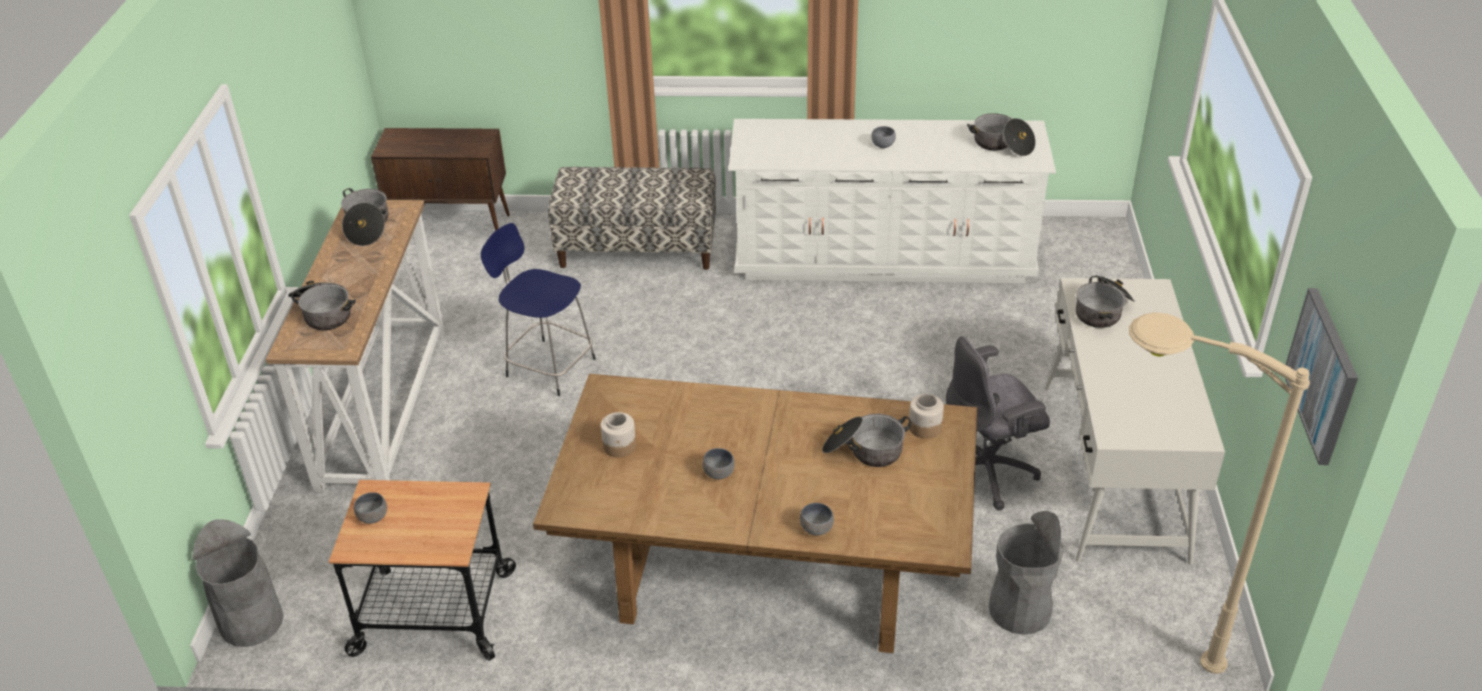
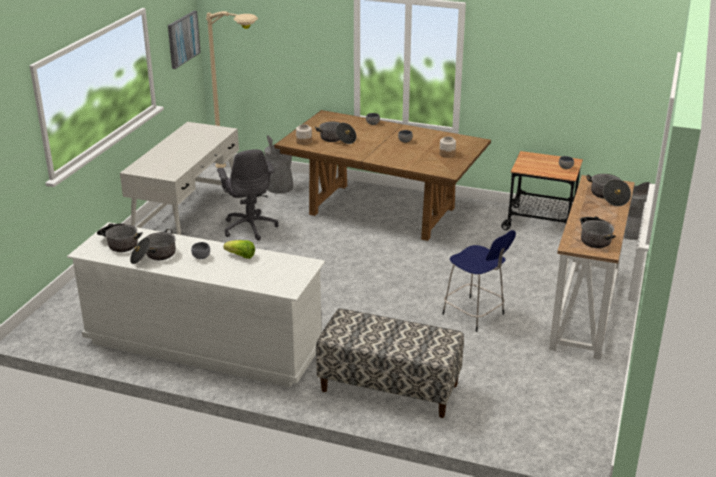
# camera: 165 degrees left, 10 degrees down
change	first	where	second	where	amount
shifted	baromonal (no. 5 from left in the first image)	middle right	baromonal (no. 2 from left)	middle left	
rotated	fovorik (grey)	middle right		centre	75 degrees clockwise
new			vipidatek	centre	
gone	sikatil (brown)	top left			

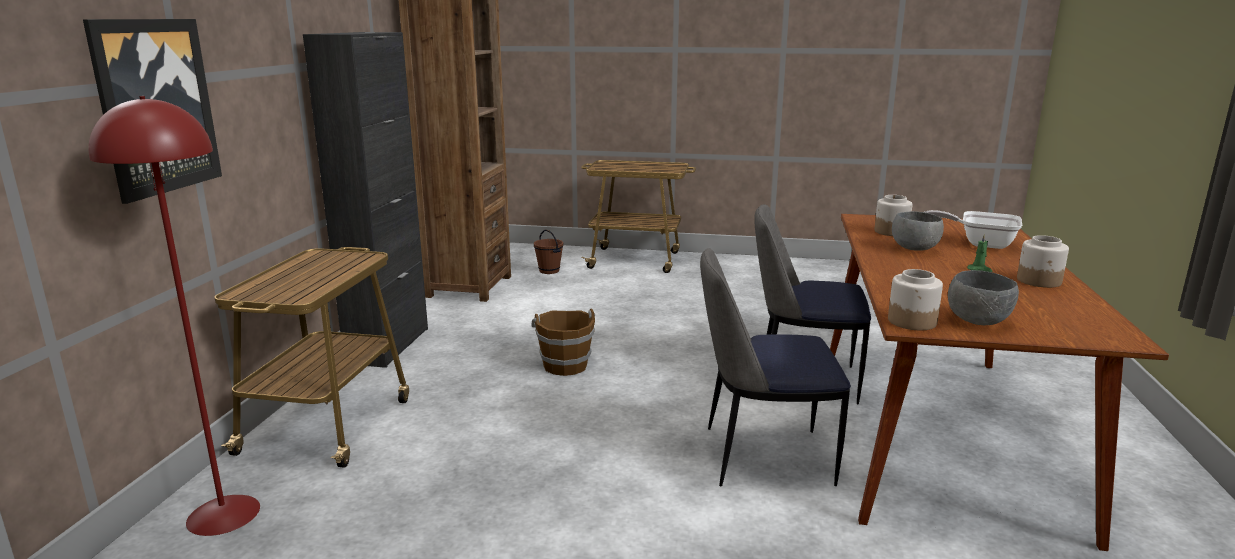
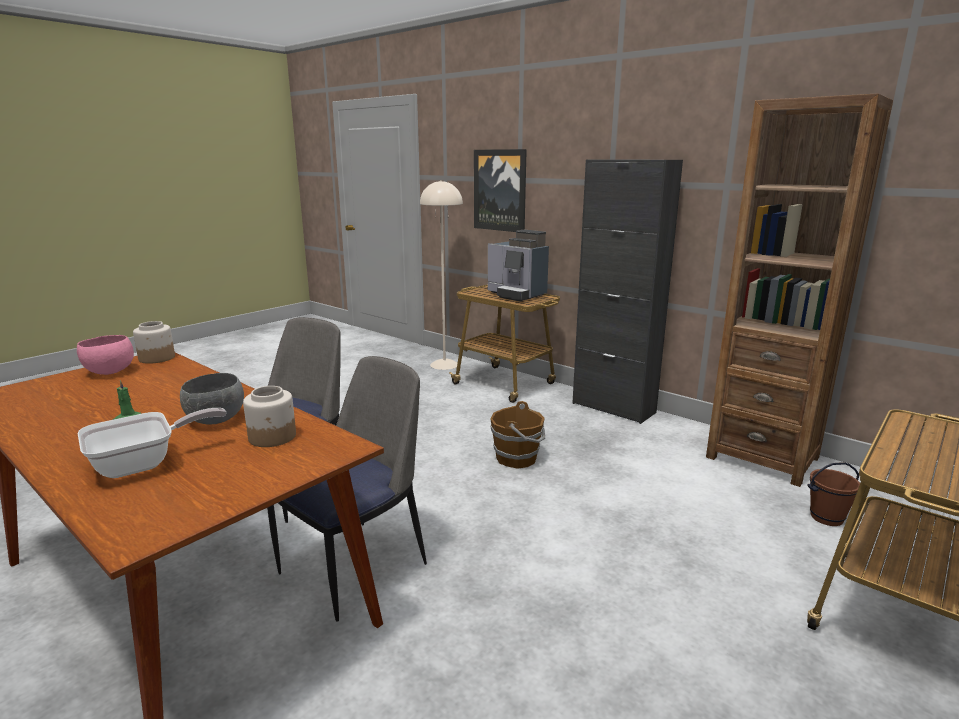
# camera: 120 degrees right, 0 degrees up
change	first	where	second	where	amount
repainted	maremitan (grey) (no. 2 from left)	middle right	maremitan (pink)	middle left	
repainted	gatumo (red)	middle left	gatumo (beige)	centre	
new			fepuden	centre	
gone	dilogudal (no. 3 from left)	middle right			

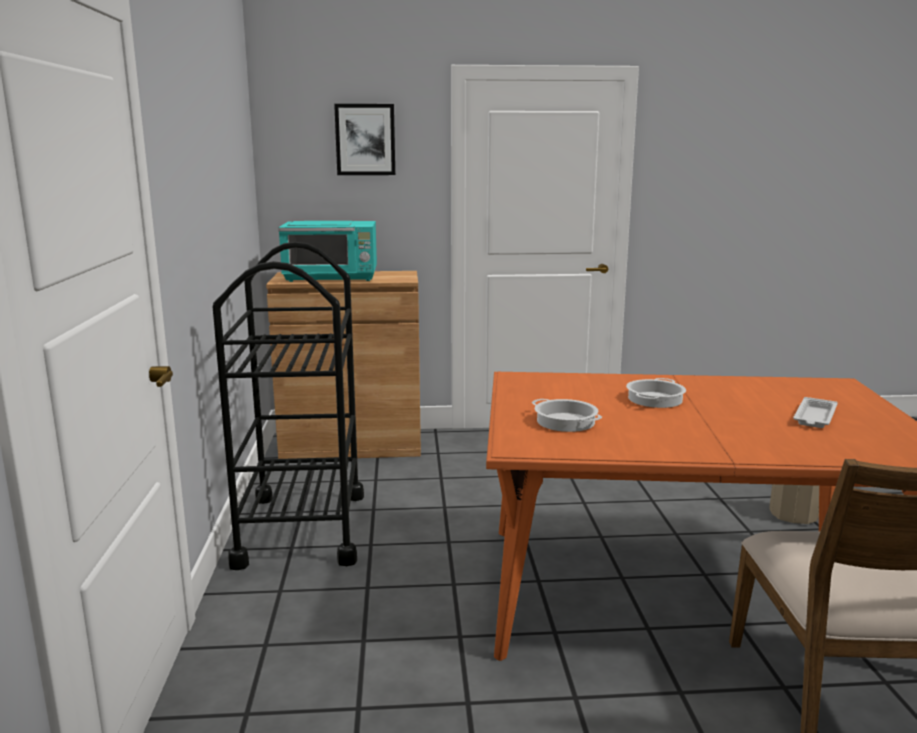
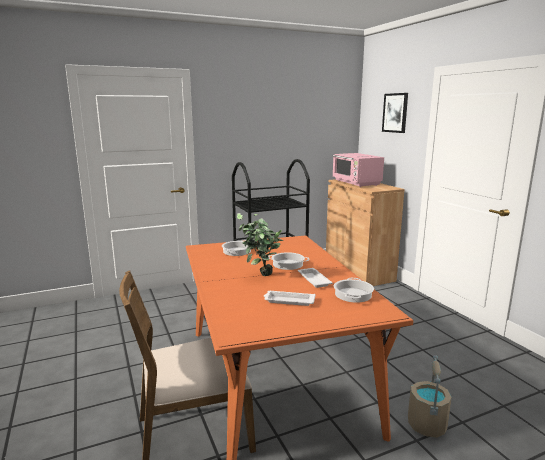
# camera: 70 degrees right, 0 degrees up
change	first	where	second	where	amount
new			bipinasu	centre	
new			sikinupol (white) (no. 2 from left)	centre	
repainted	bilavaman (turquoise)	centre	bilavaman (pink)	centre	
new			baromonal (no. 3 from left)	centre	

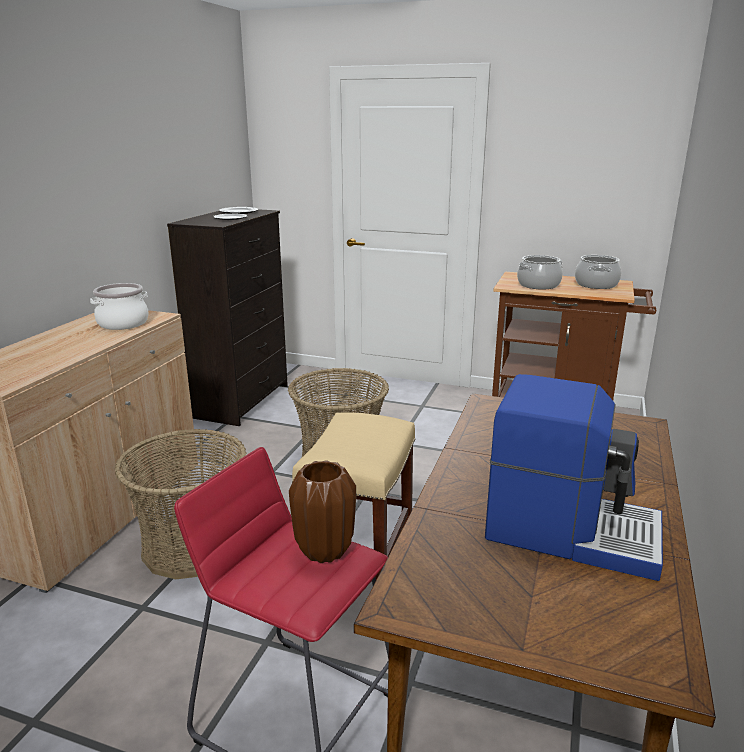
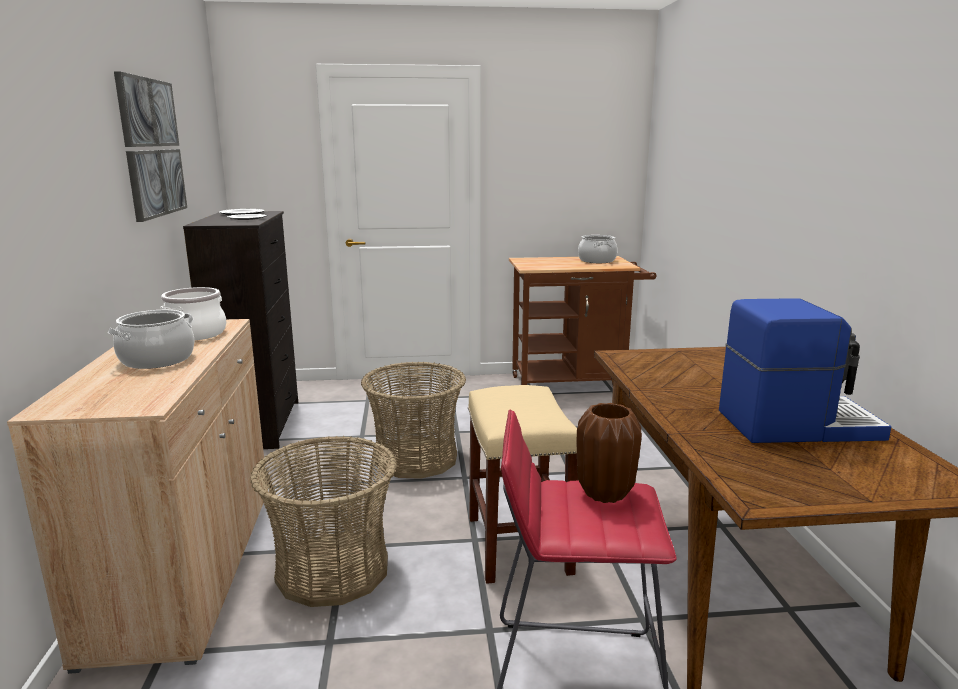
# camera: 25 degrees left, 5 degrees down
change	first	where	second	where	amount
shifted	baromonal (no. 2 from left in the first image)	middle right	baromonal (no. 1 from left)	middle left	
new			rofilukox	top left	

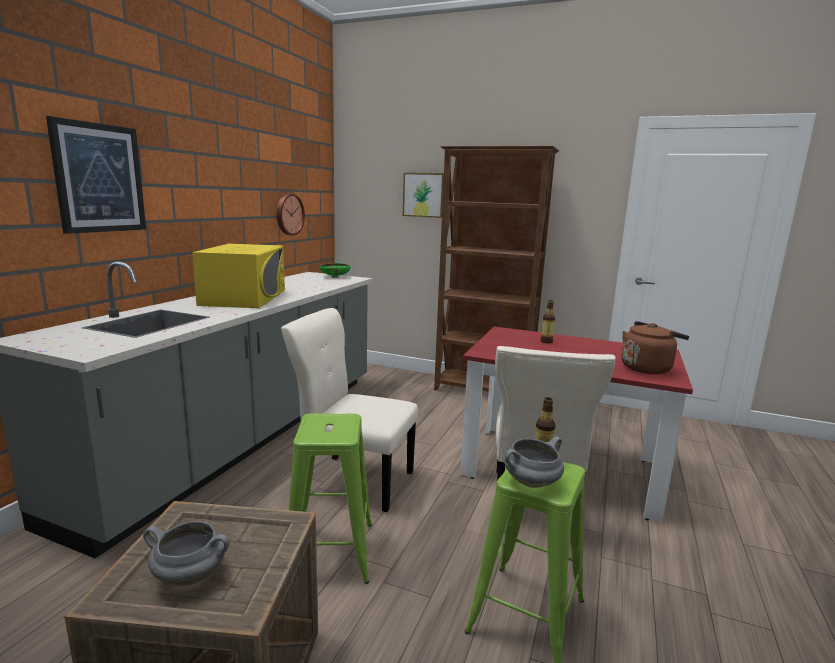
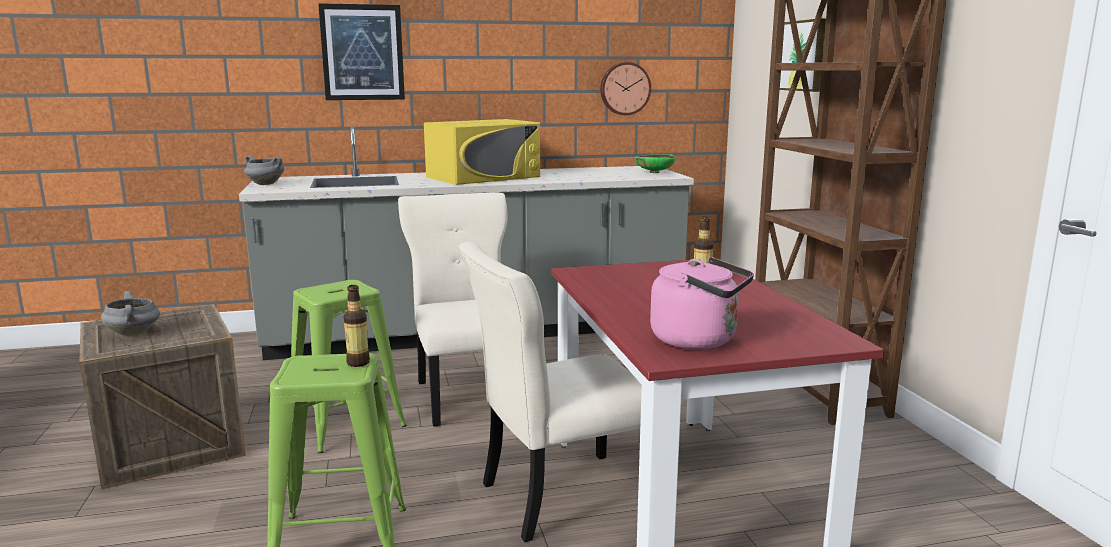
# camera: 55 degrees right, 0 degrees up
change	first	where	second	where	amount
shifted	baromonal (grey) (no. 2 from left)	bottom centre		top left	
repainted	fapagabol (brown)	middle right	fapagabol (pink)	centre	

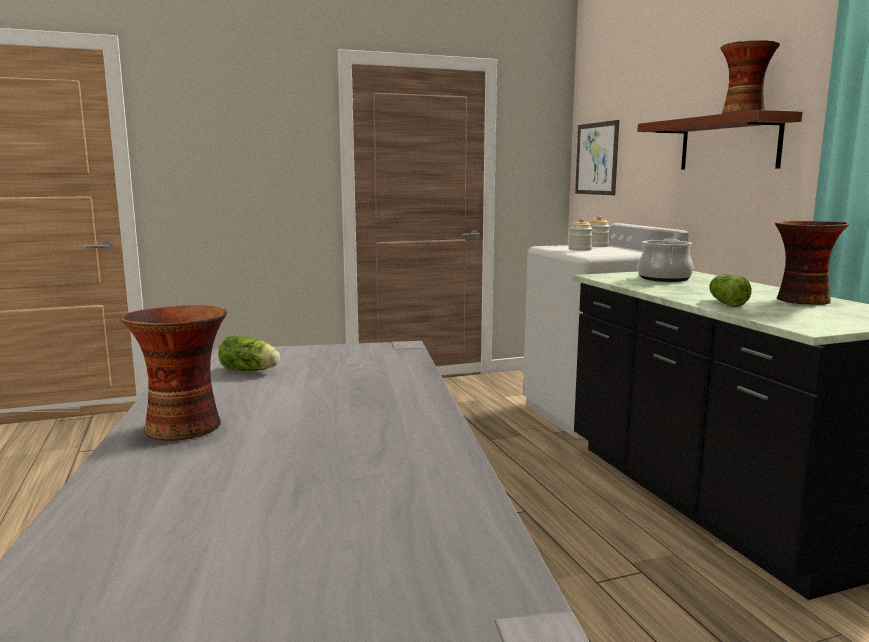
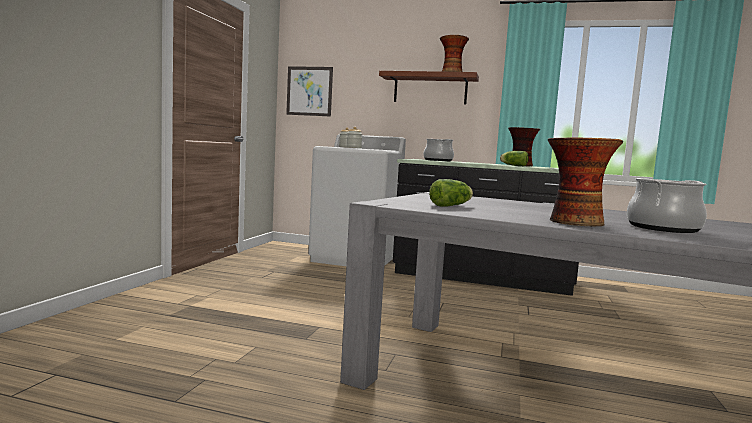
# camera: 55 degrees left, 5 degrees down
change	first	where	second	where	amount
new			baromonal (no. 2 from left)	middle right	

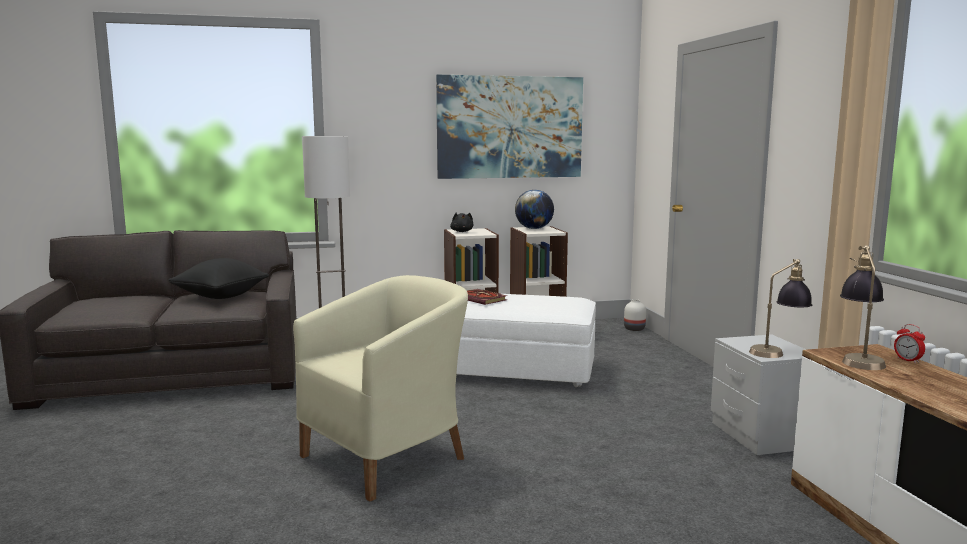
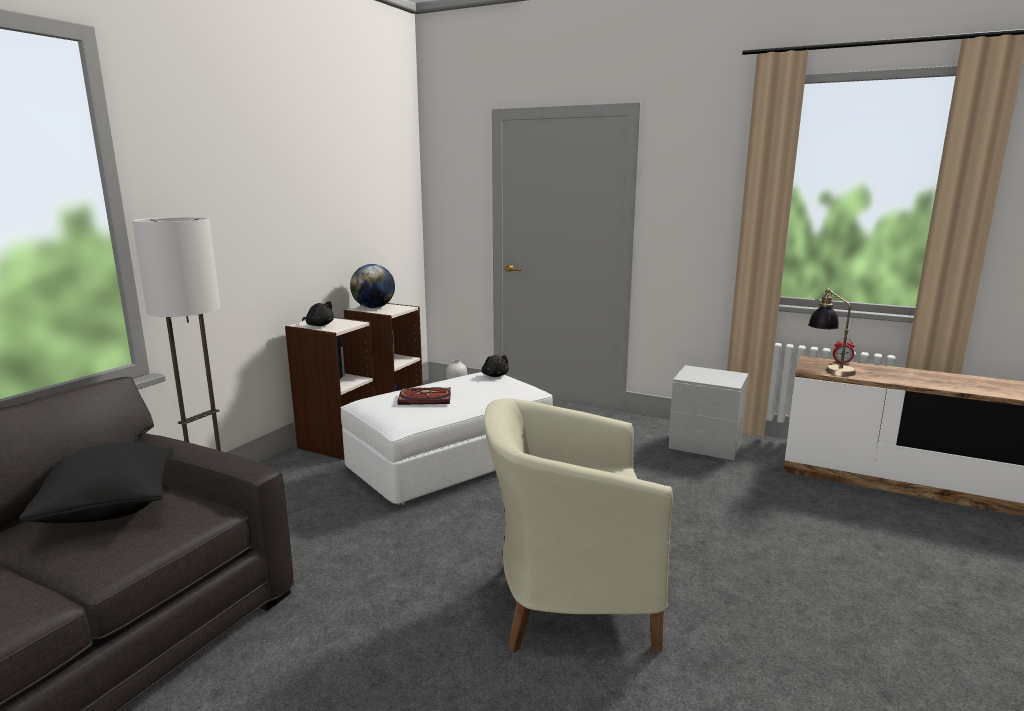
# camera: 50 degrees left, 5 degrees up
change	first	where	second	where	amount
new			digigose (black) (no. 2 from left)	centre	
rotated	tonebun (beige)	bottom centre		bottom centre	90 degrees counterclockwise
gone	rofilukox	top centre			
gone	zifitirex (no. 1 from left)	middle right			

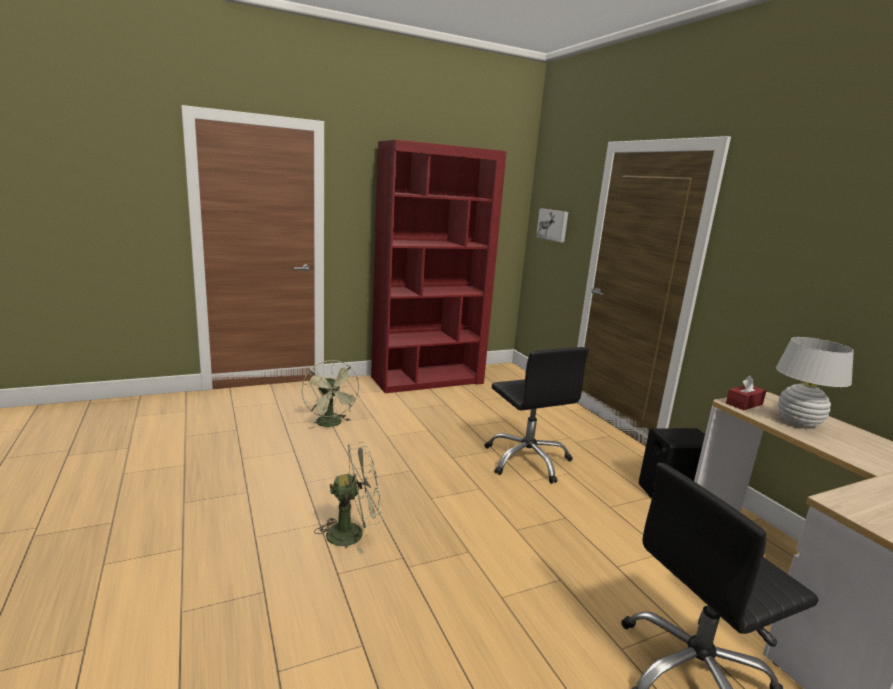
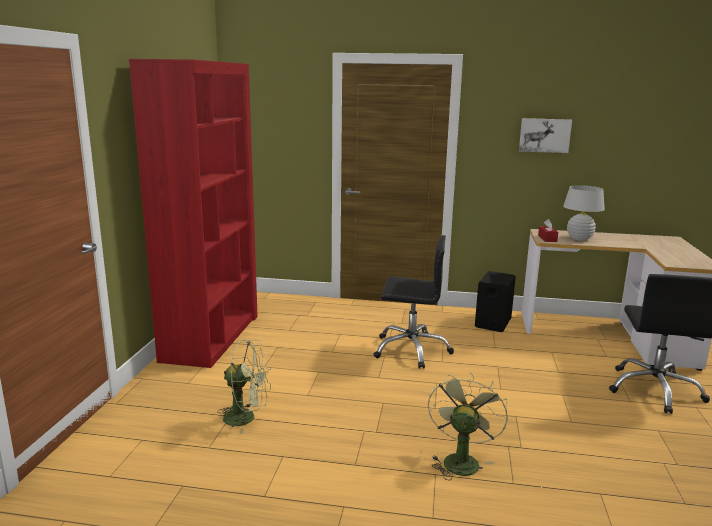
# camera: 55 degrees left, 0 degrees up
change	first	where	second	where	amount
shifted	rofilukox	top centre		top right	

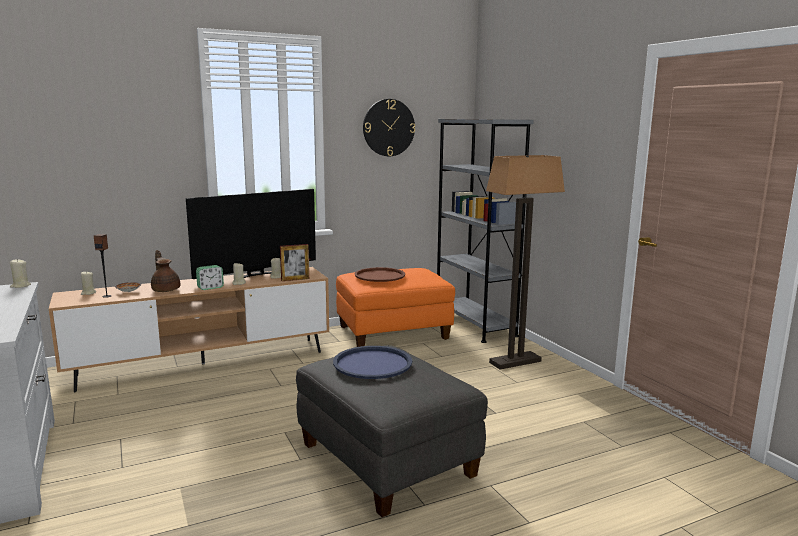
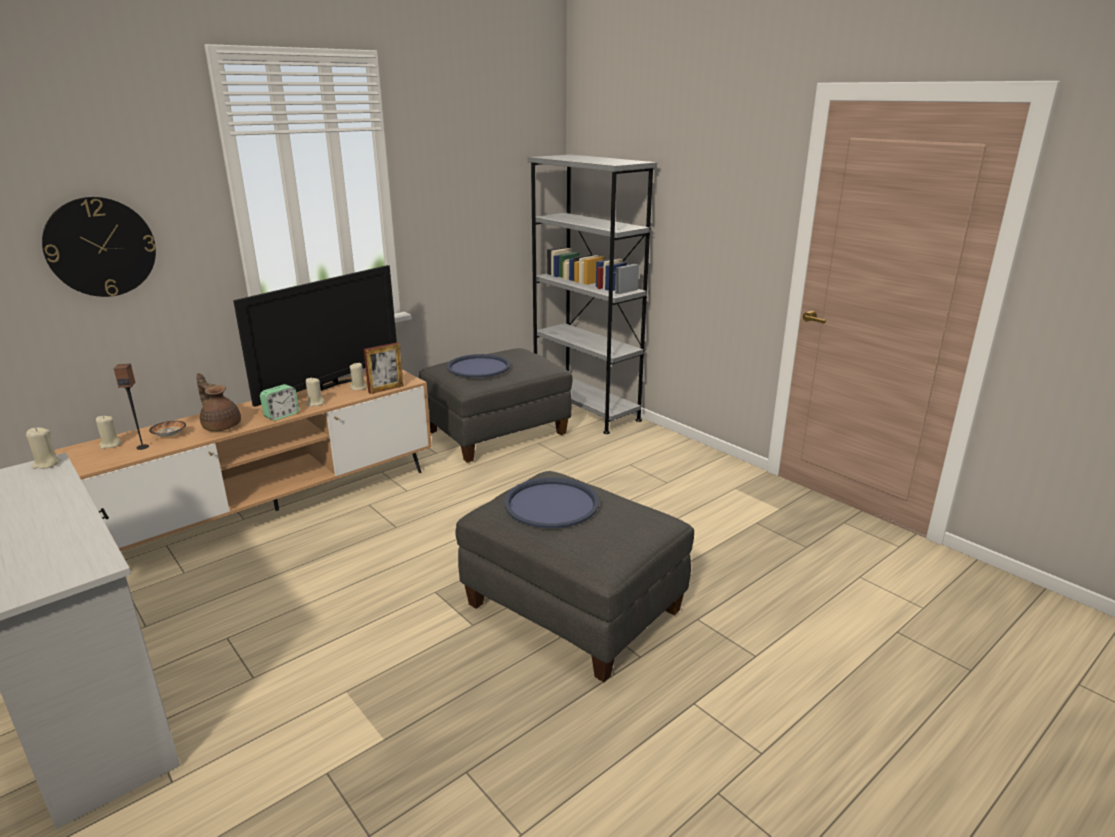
# camera: 15 degrees left, 10 degrees up
change	first	where	second	where	amount
shifted	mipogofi	top centre		top left	
repainted	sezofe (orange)	centre	sezofe (grey) (no. 1 from left)	centre	
repainted	sikinupol (brown)	centre	sikinupol (blue) (no. 1 from left)	centre	
gone	gatumo	centre			

